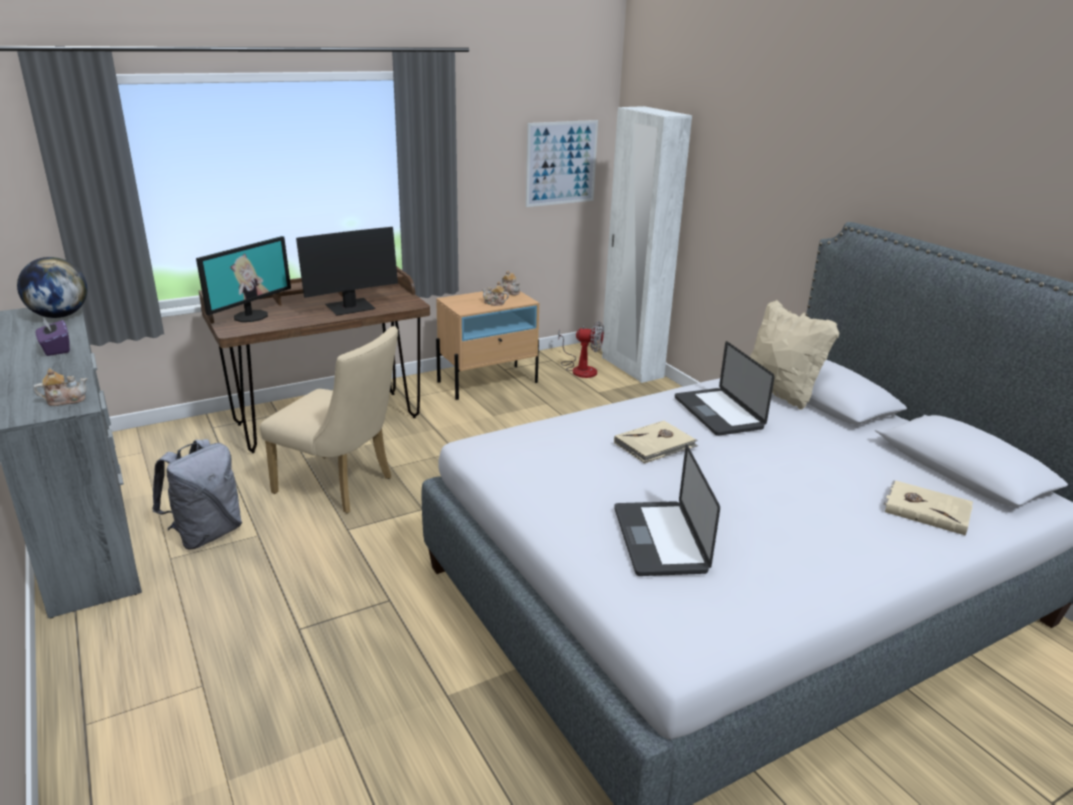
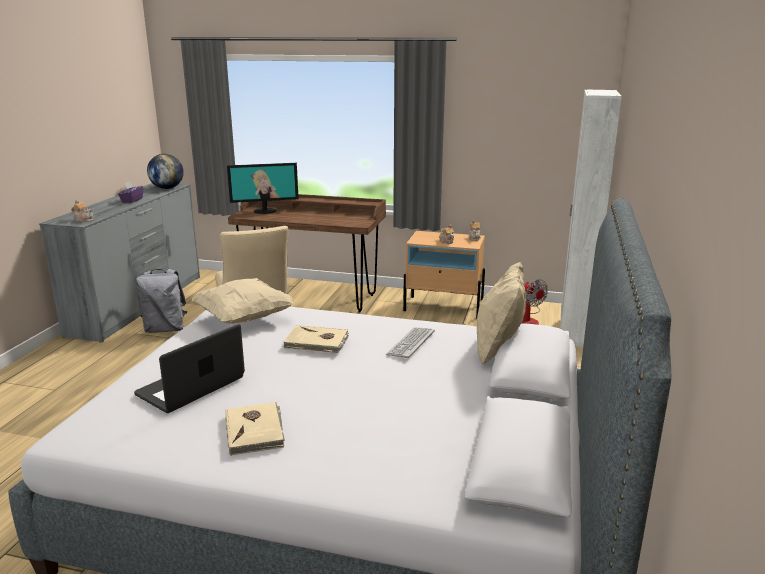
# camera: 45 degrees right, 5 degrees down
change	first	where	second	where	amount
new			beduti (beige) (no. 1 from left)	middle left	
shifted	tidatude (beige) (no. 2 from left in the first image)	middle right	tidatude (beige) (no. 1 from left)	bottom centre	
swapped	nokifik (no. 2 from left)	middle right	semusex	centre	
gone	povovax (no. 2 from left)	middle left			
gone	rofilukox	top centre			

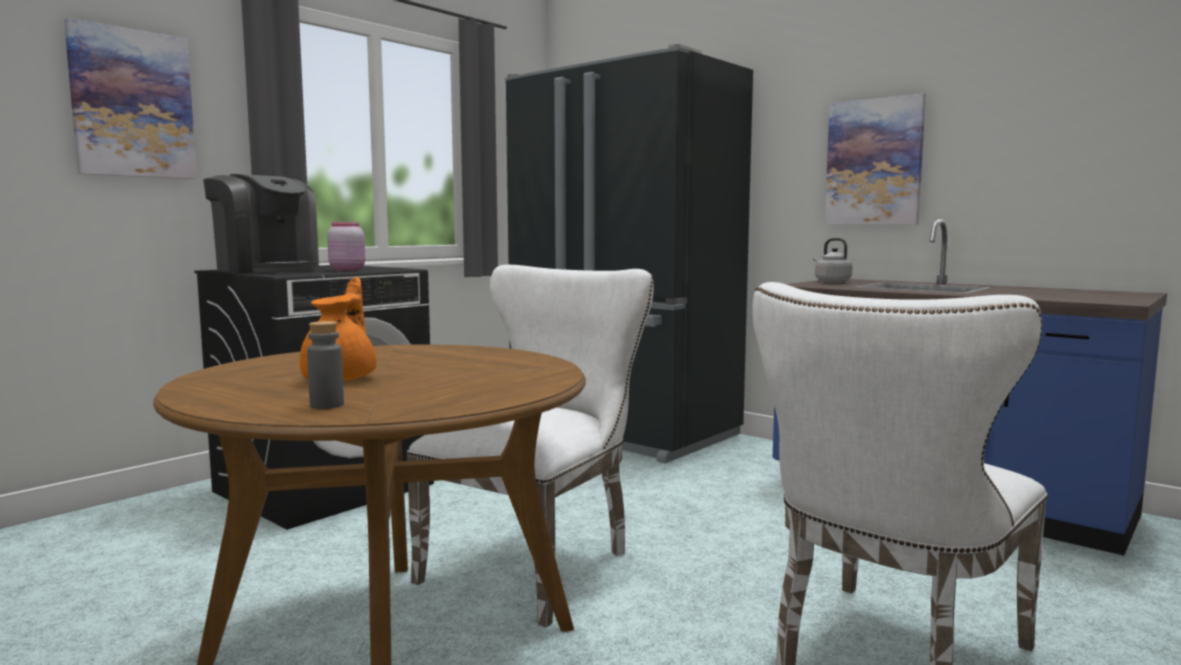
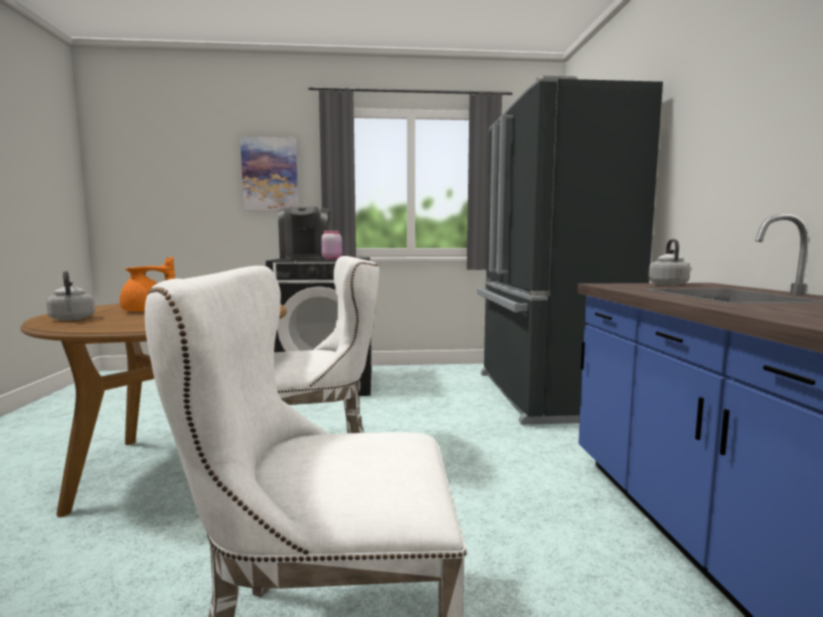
# camera: 45 degrees right, 0 degrees up
change	first	where	second	where	amount
swapped	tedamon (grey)	middle left	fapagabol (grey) (no. 1 from left)	middle left	
gone	rofilukox (no. 2 from left)	top right			

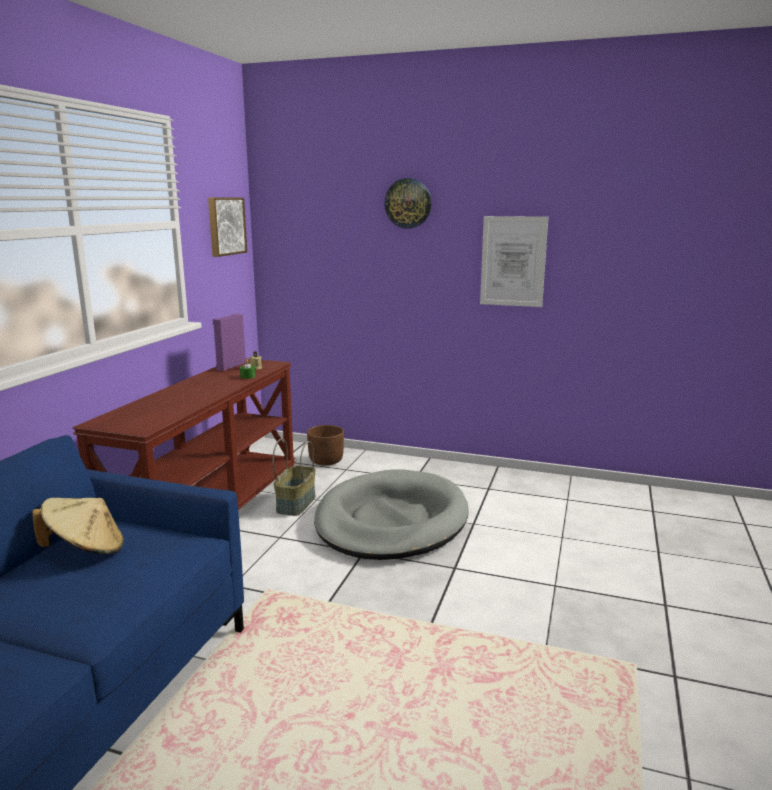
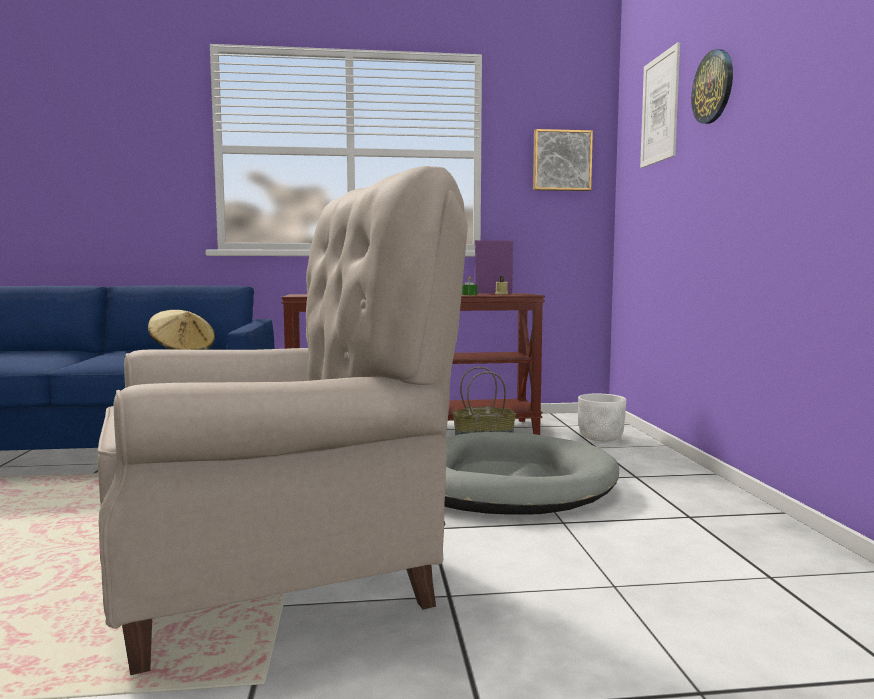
# camera: 65 degrees right, 10 degrees down
change	first	where	second	where	amount
new			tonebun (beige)	middle left	
repainted	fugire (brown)	centre	fugire (white)	middle right	
shifted	rofilukox (no. 2 from left)	top centre		top right	

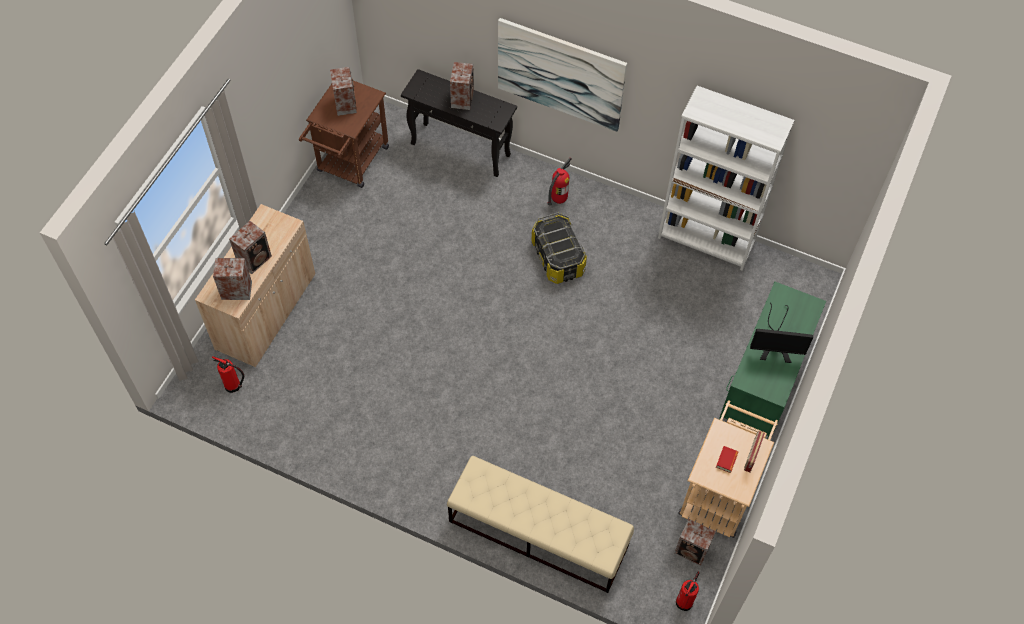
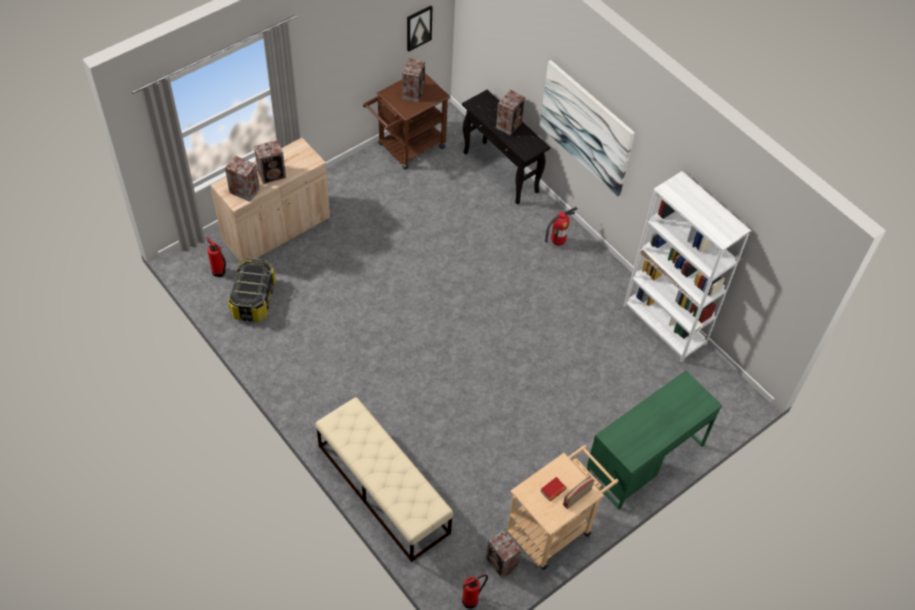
# camera: 25 degrees right, 5 degrees down
change	first	where	second	where	amount
shifted	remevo	centre		middle left	
new			rofilukox (no. 1 from left)	top centre	
gone	povovax	middle right			

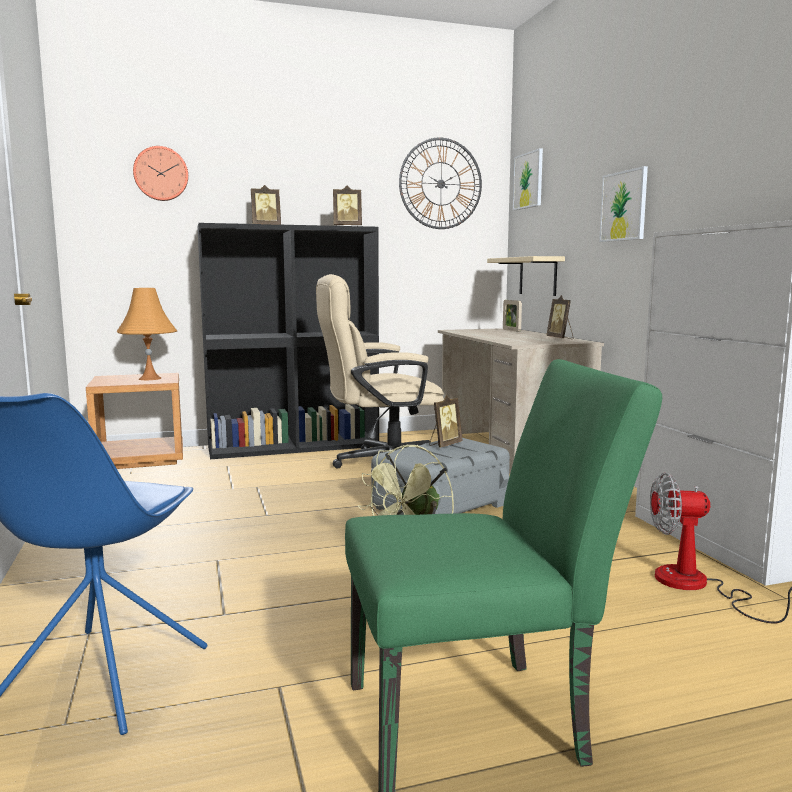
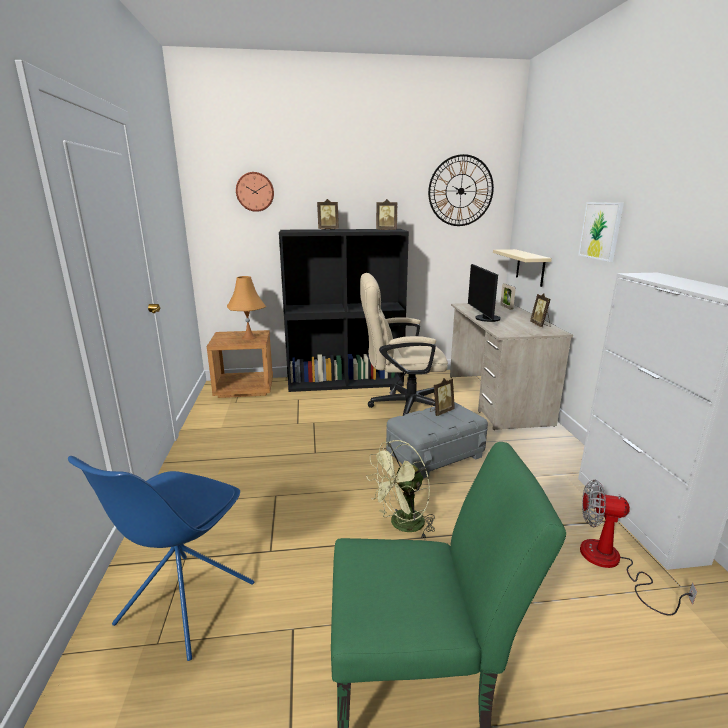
# camera: 10 degrees right, 10 degrees up
change	first	where	second	where	amount
new			povovax	centre	
gone	rofilukox (no. 1 from left)	top right			

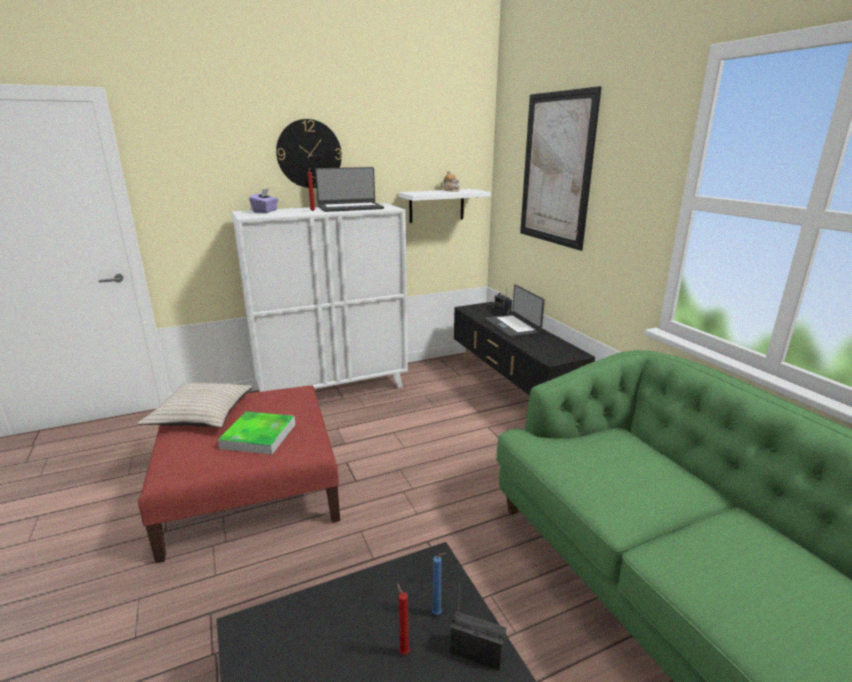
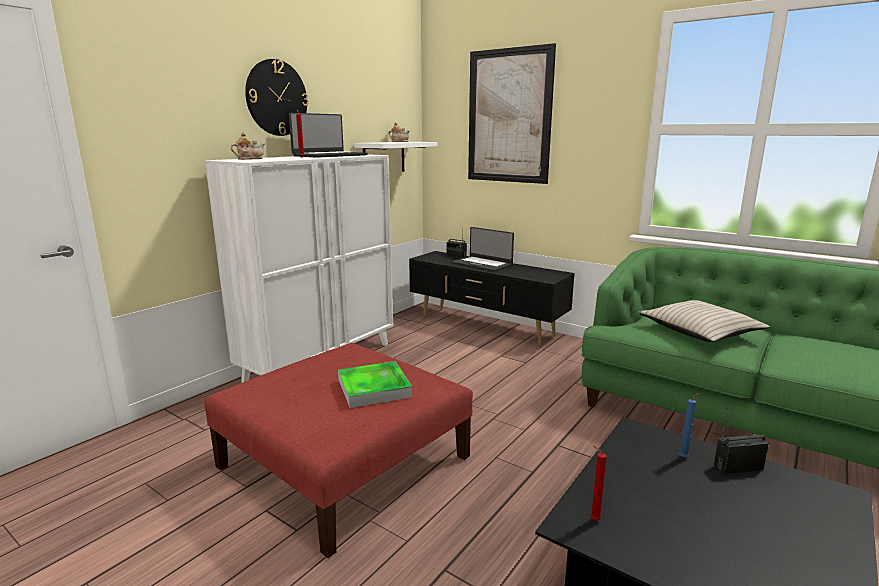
# camera: 30 degrees left, 5 degrees down
change	first	where	second	where	amount
swapped	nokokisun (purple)	top left	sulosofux (no. 1 from left)	top left	
shifted	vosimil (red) (no. 2 from left)	bottom centre		bottom right	
shifted	beduti (beige)	middle left		middle right	

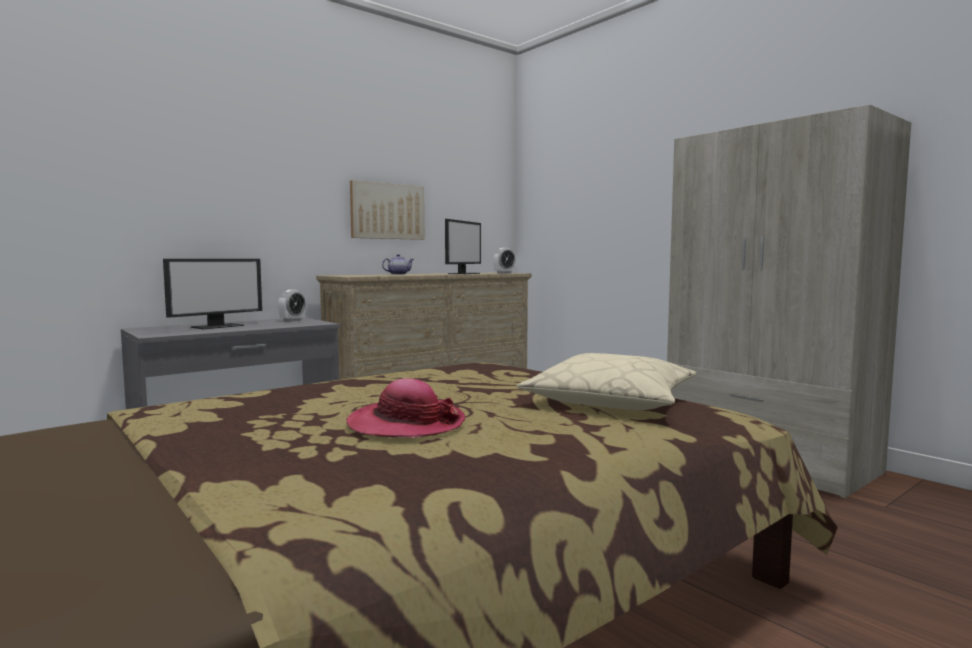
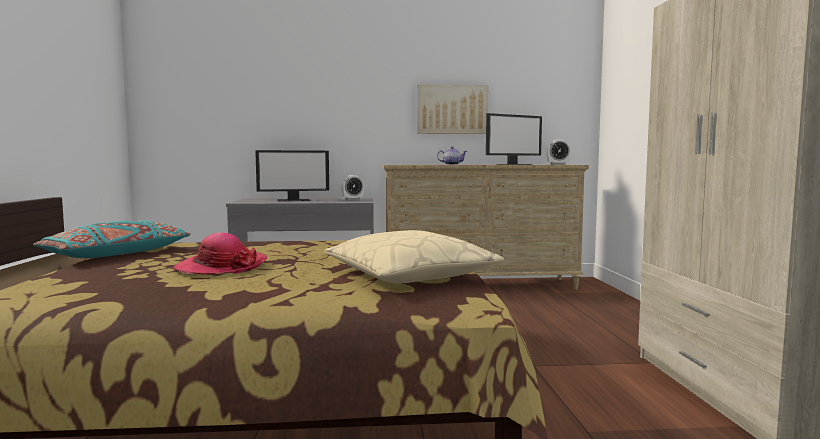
# camera: 35 degrees right, 0 degrees up
change	first	where	second	where	amount
new			beduti (turquoise)	middle left	

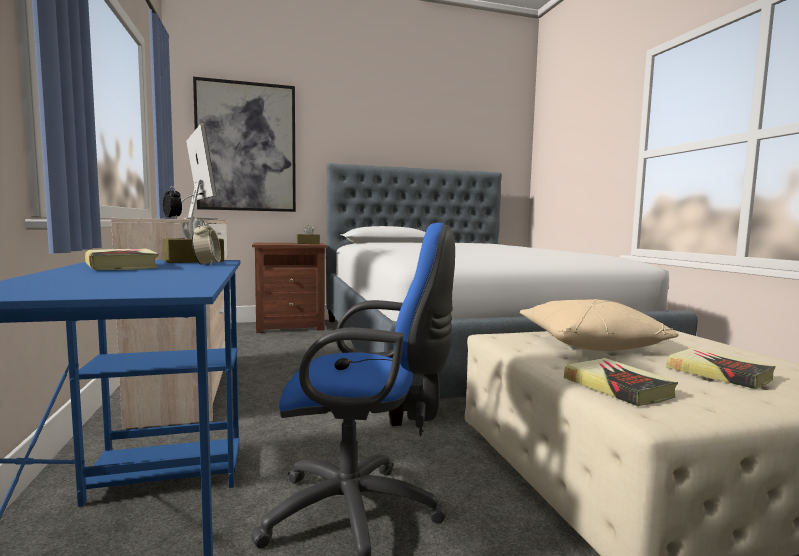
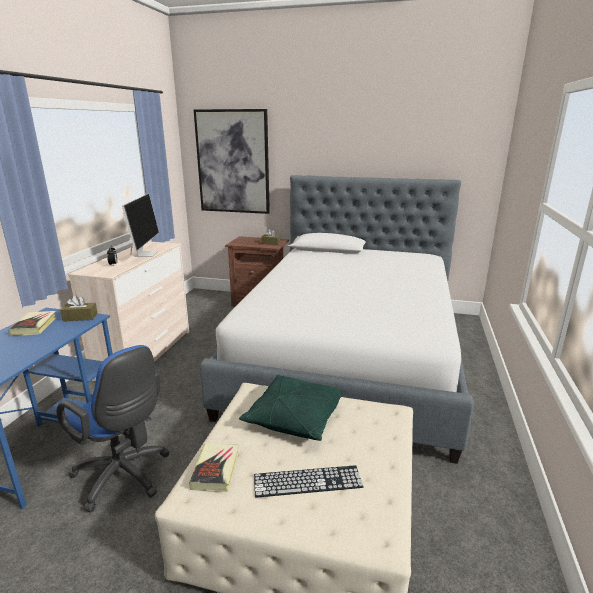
# camera: 30 degrees right, 15 degrees up
change	first	where	second	where	amount
repainted	beduti (beige)	middle right	beduti (green)	bottom centre	
swapped	tidatude (no. 3 from left)	middle right	semusex	bottom centre	
gone	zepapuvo (no. 2 from left)	middle left			

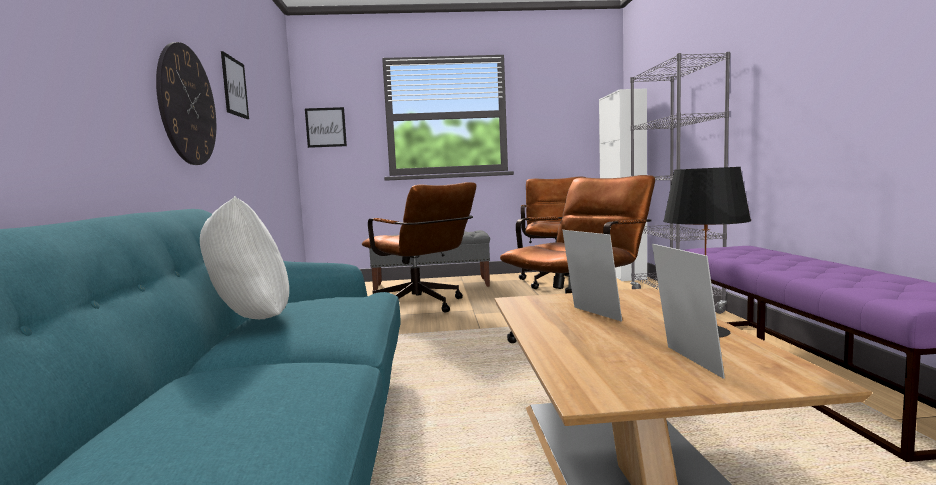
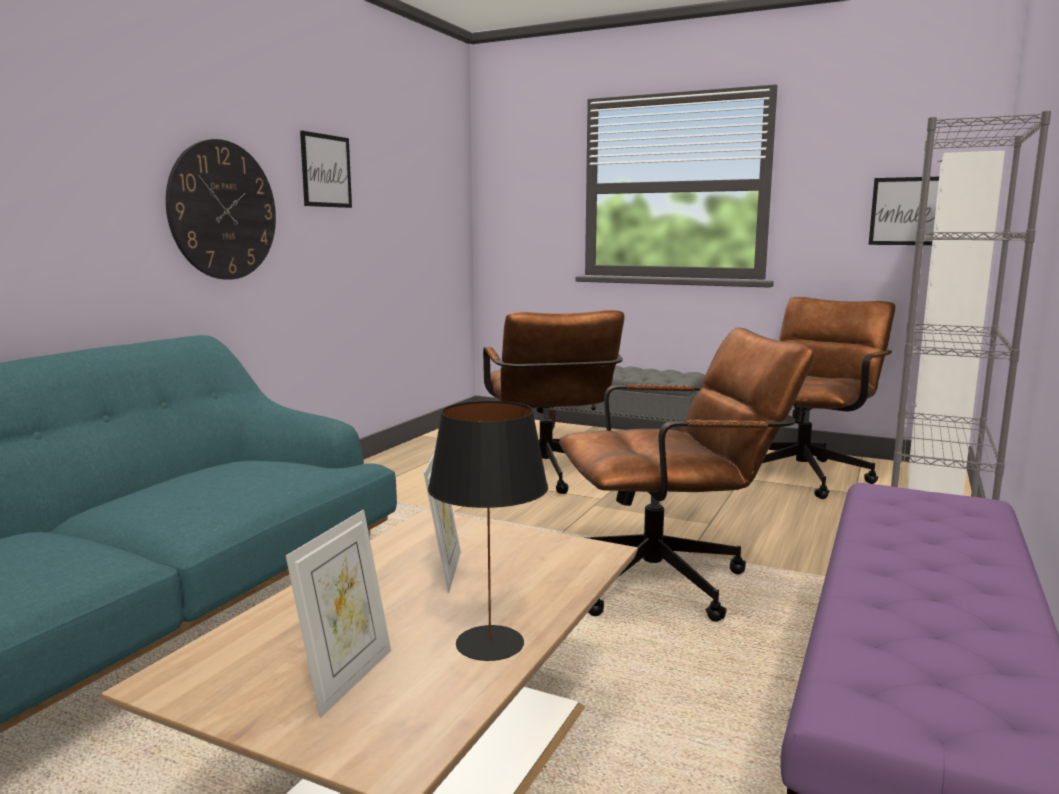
# camera: 30 degrees right, 5 degrees up
change	first	where	second	where	amount
shifted	rofilukox (no. 2 from left)	top centre		top right	
gone	beduti (white)	middle left			

